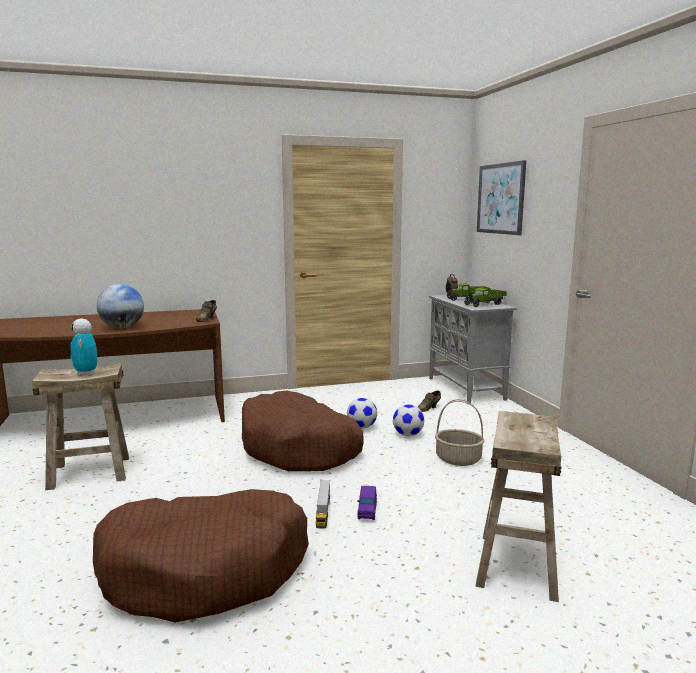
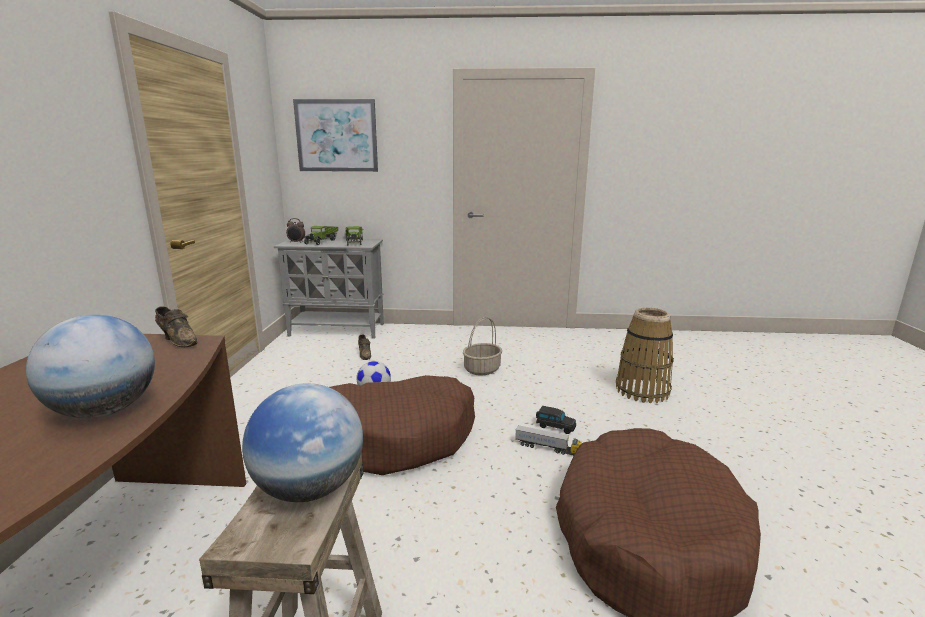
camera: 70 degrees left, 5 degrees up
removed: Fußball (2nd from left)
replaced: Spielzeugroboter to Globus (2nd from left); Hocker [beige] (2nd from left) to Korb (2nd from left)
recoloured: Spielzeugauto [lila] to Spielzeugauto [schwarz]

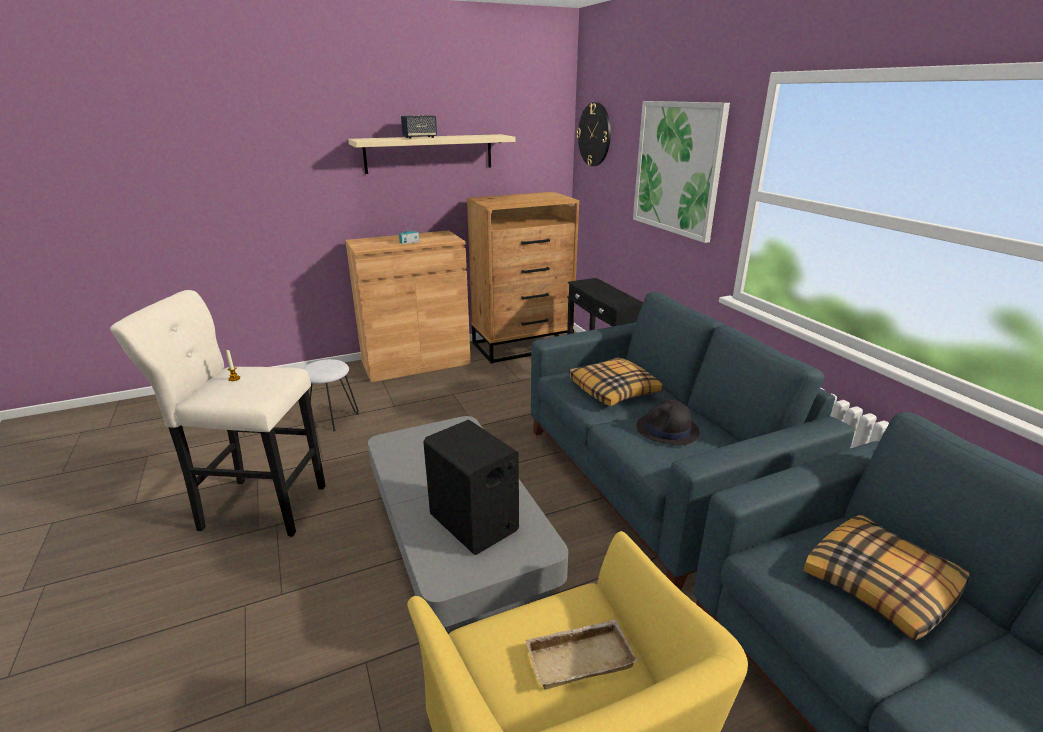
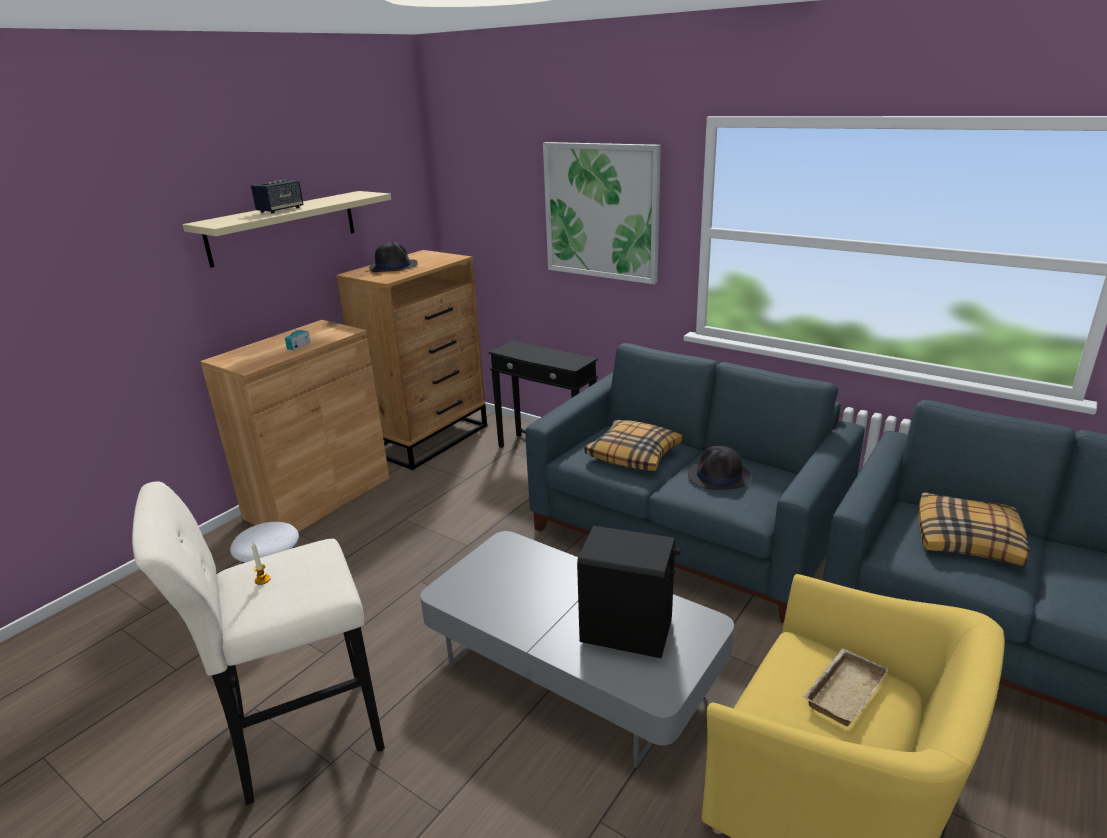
camera: 30 degrees left, 0 degrees up
removed: Wanduhr
added: Hut [schwarz] (1st from left)

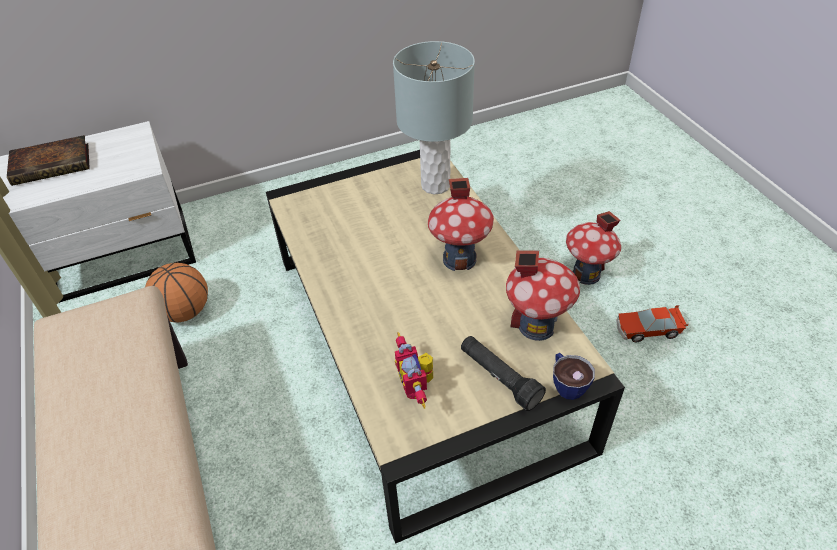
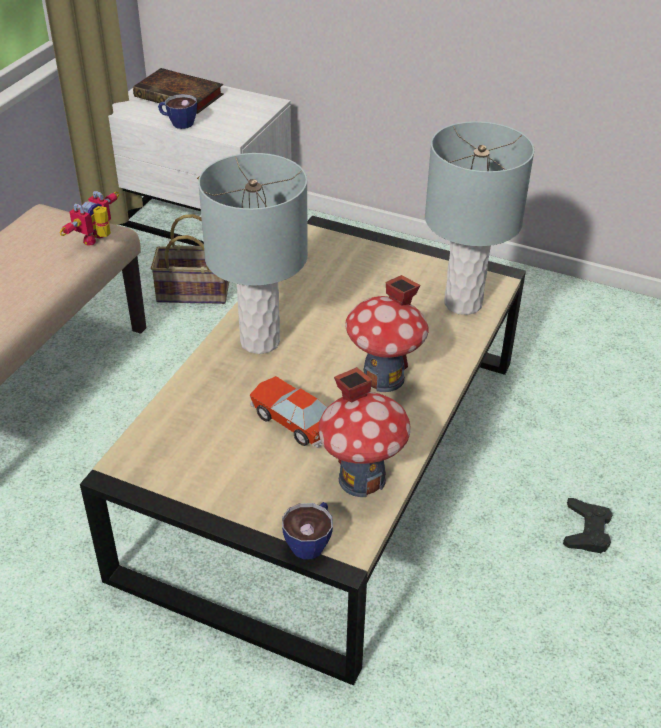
camera: 45 degrees right, 5 degrees down
removed: Taschenlampe [schwarz]
added: Tasse (1st from left); Tischlampe [grau] (1st from left)
moved: Spielzeugroboter; Spielzeugauto
replaced: Basketball to Korb; Spielzeughaus (3rd from left) to Gamepad [schwarz]

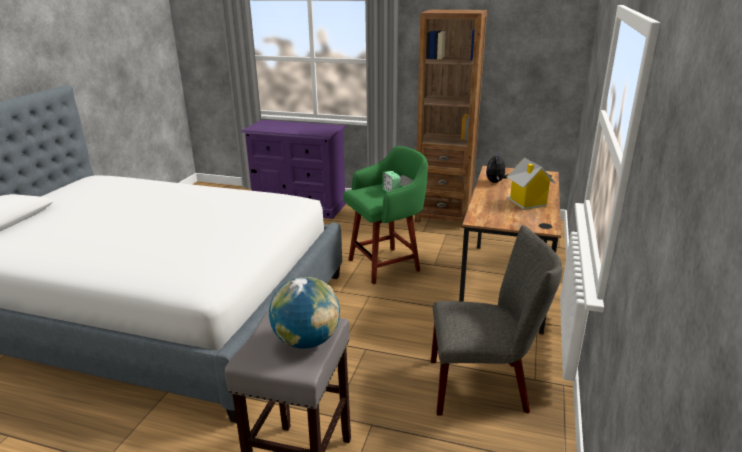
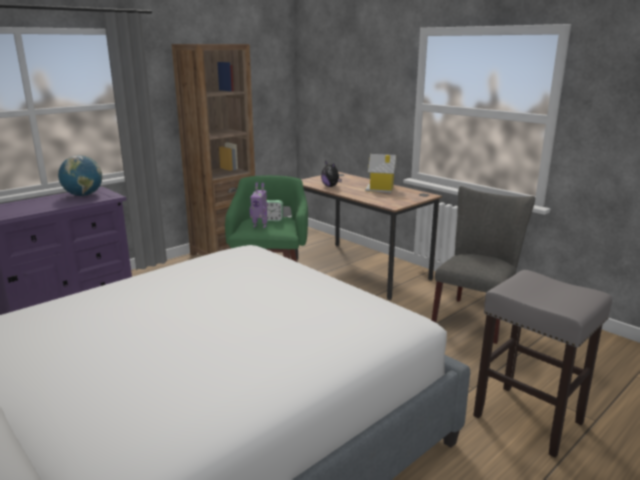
camera: 60 degrees left, 5 degrees down
added: Spielzeugroboter
moved: Globus

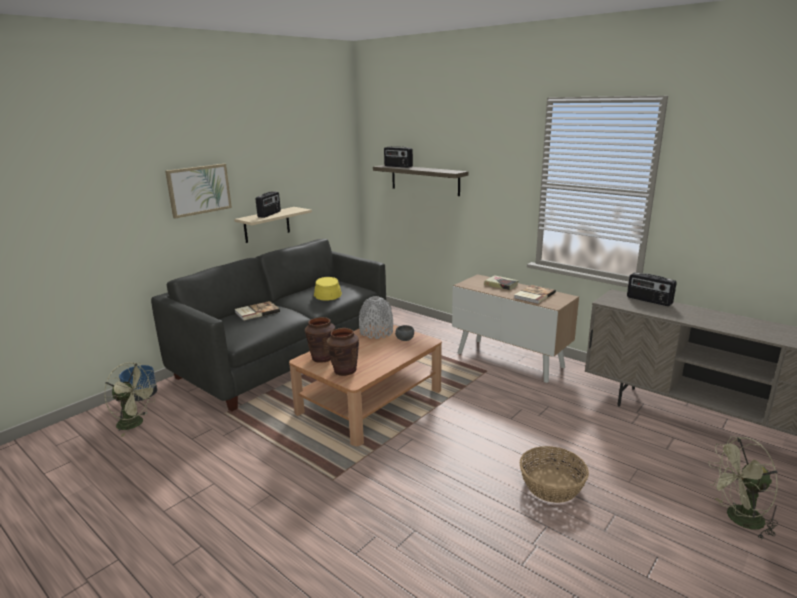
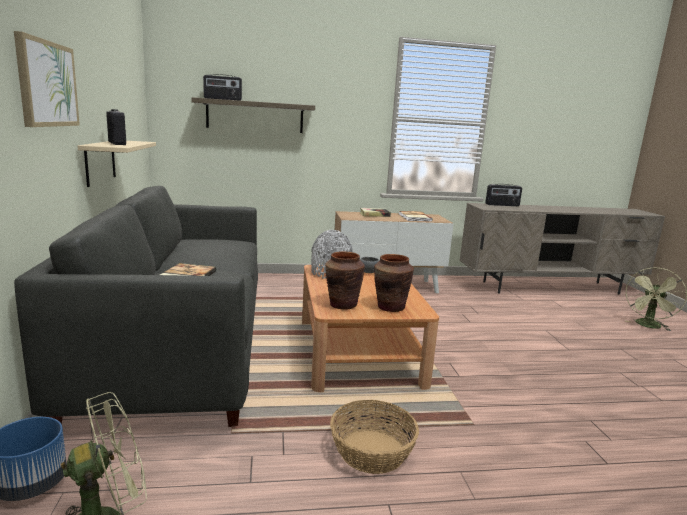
camera: 50 degrees left, 5 degrees down
removed: Hut [gelb]
moved: Korb

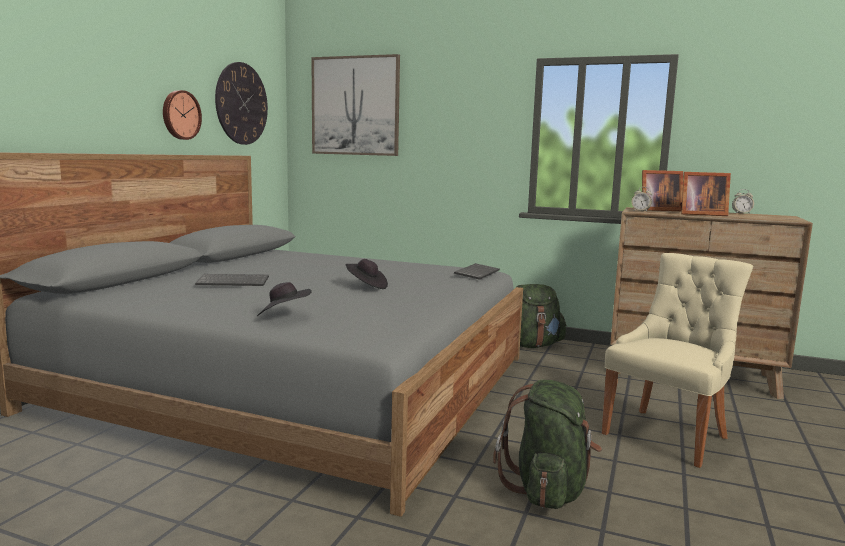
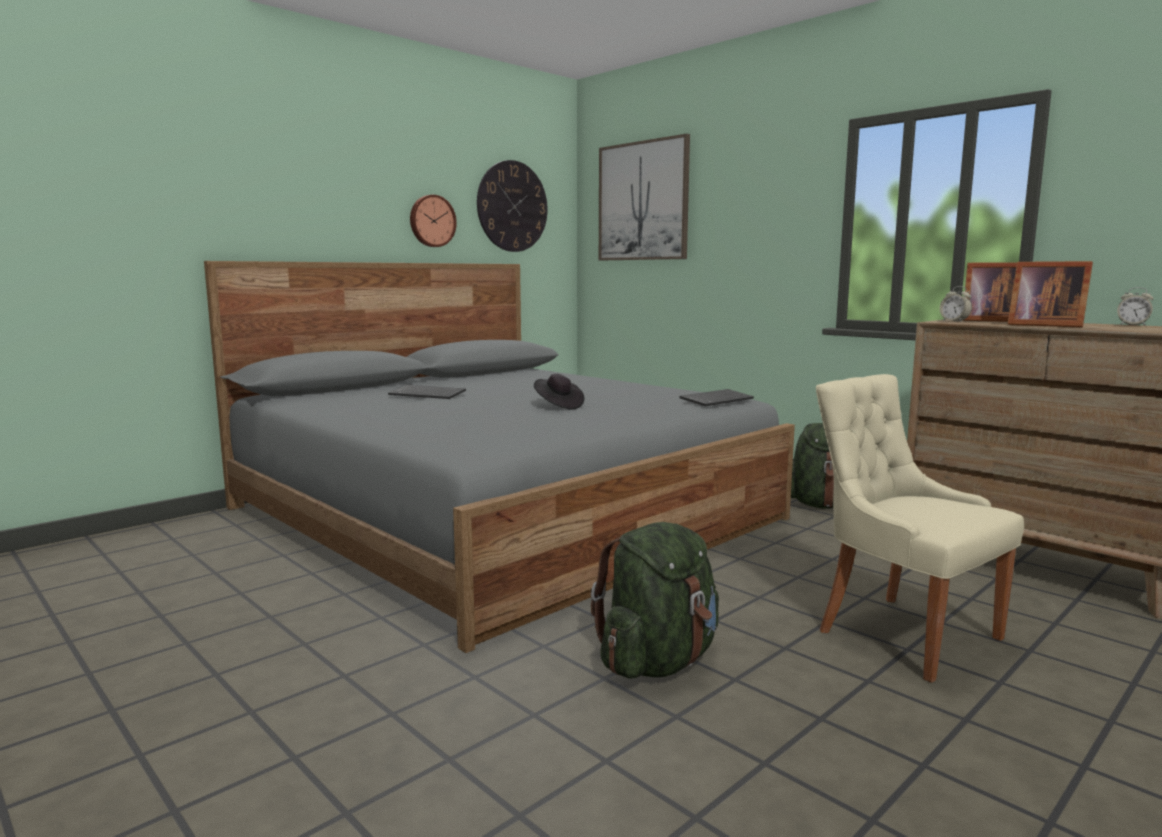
camera: 25 degrees right, 0 degrees up
removed: Hut [schwarz] (1st from left)
turned: Stuhl [beige] 105 degrees counterclockwise

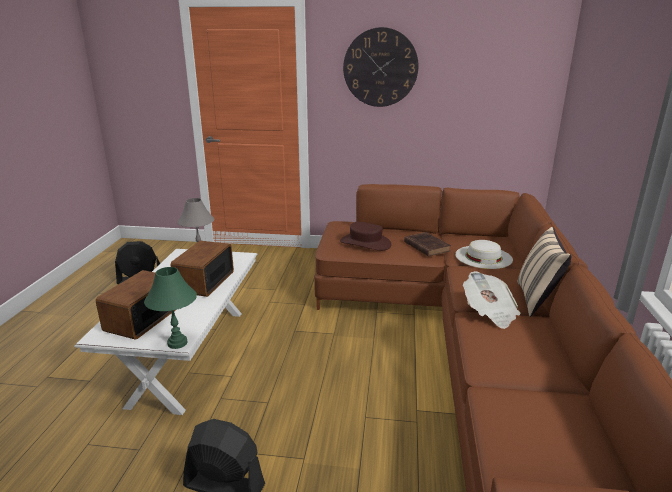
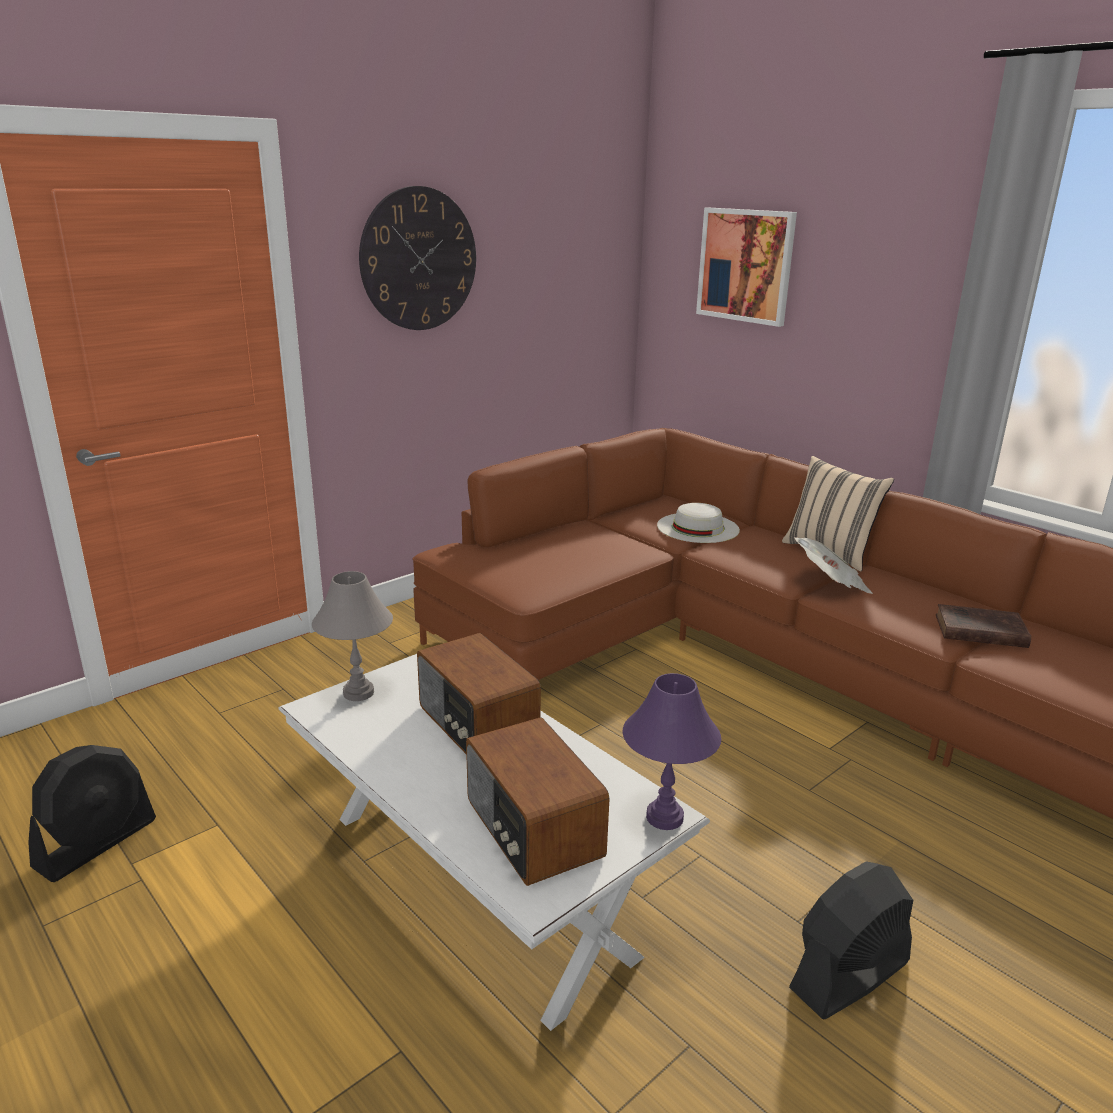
camera: 50 degrees left, 0 degrees up
removed: Hut [braun]
added: Bild
moved: Buch [braun]
recoloured: Tischlampe [grün] to Tischlampe [lila]

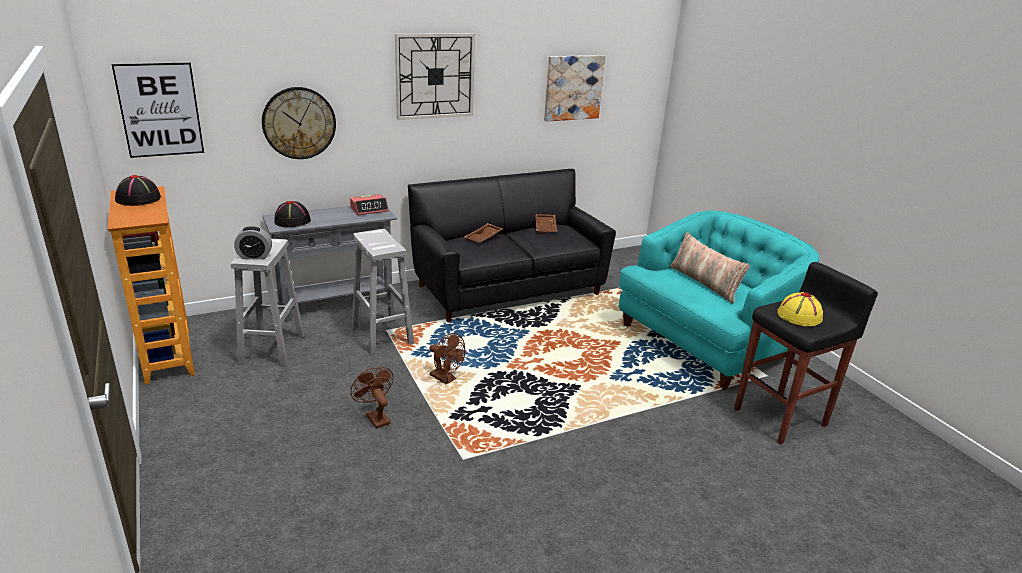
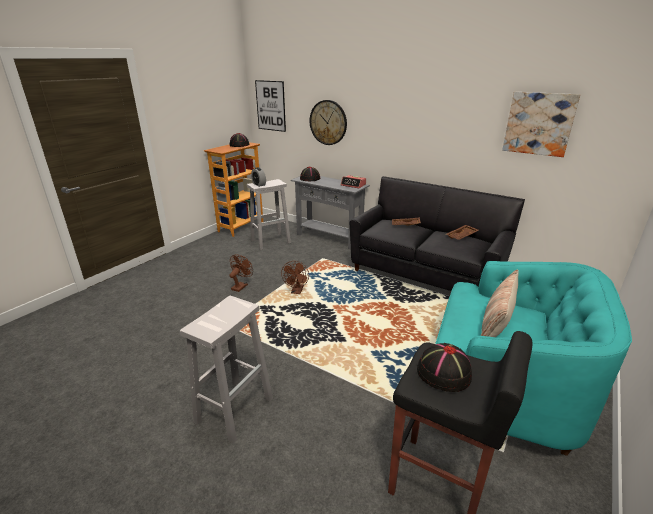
camera: 60 degrees right, 0 degrees up
removed: Wanduhr (2nd from left)
moved: Hocker [weiß] (2nd from left in the first image) to Hocker [weiß] (1st from left)
recoloured: Hut [gelb] to Hut [schwarz] (3rd from left)

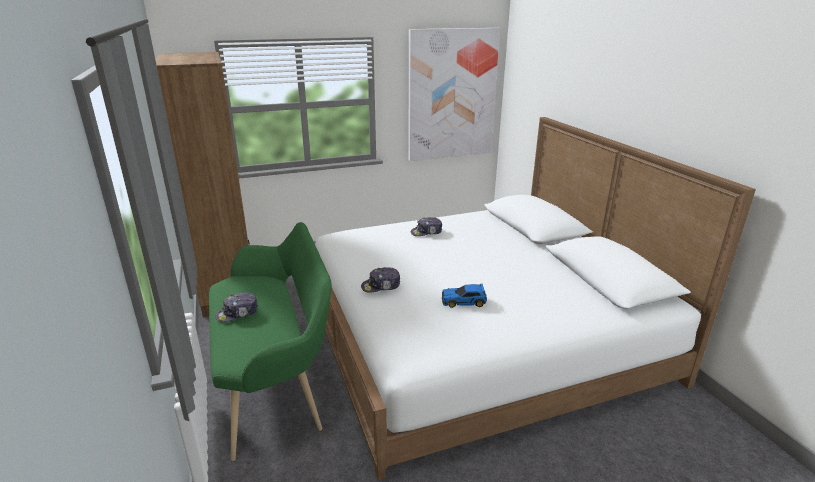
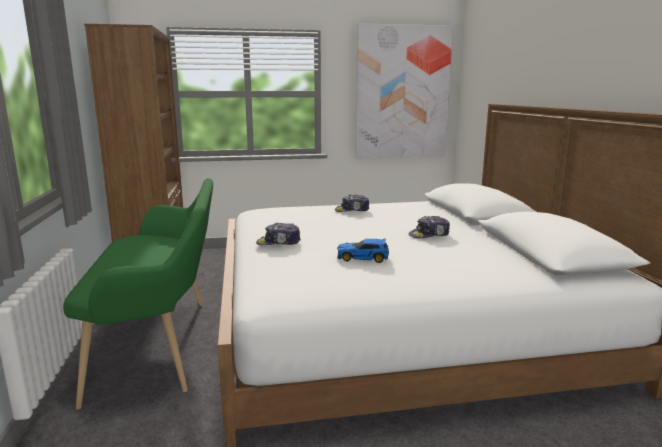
camera: 10 degrees right, 10 degrees down
moved: Kappe (1st from left in the first image) to Kappe (3rd from left)

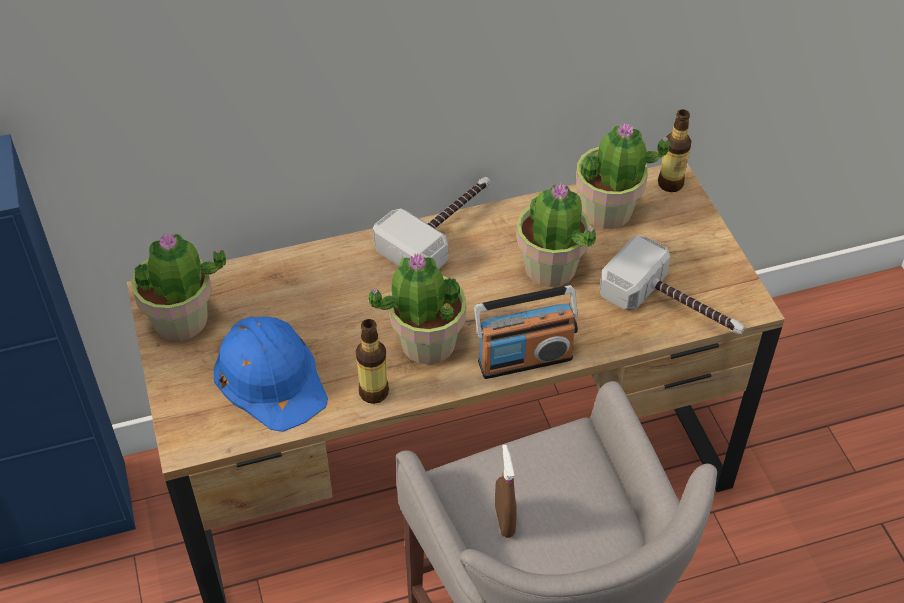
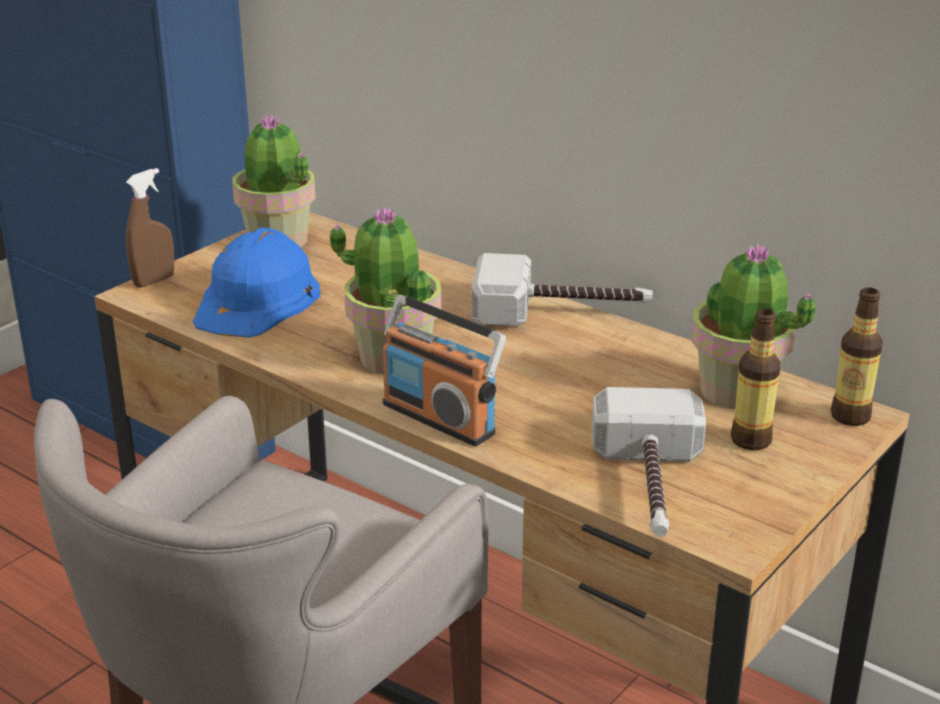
camera: 55 degrees right, 20 degrees down
removed: Topfpflanze (3rd from left)
moved: Flasche (1st from left); Sprühflasche [braun]

